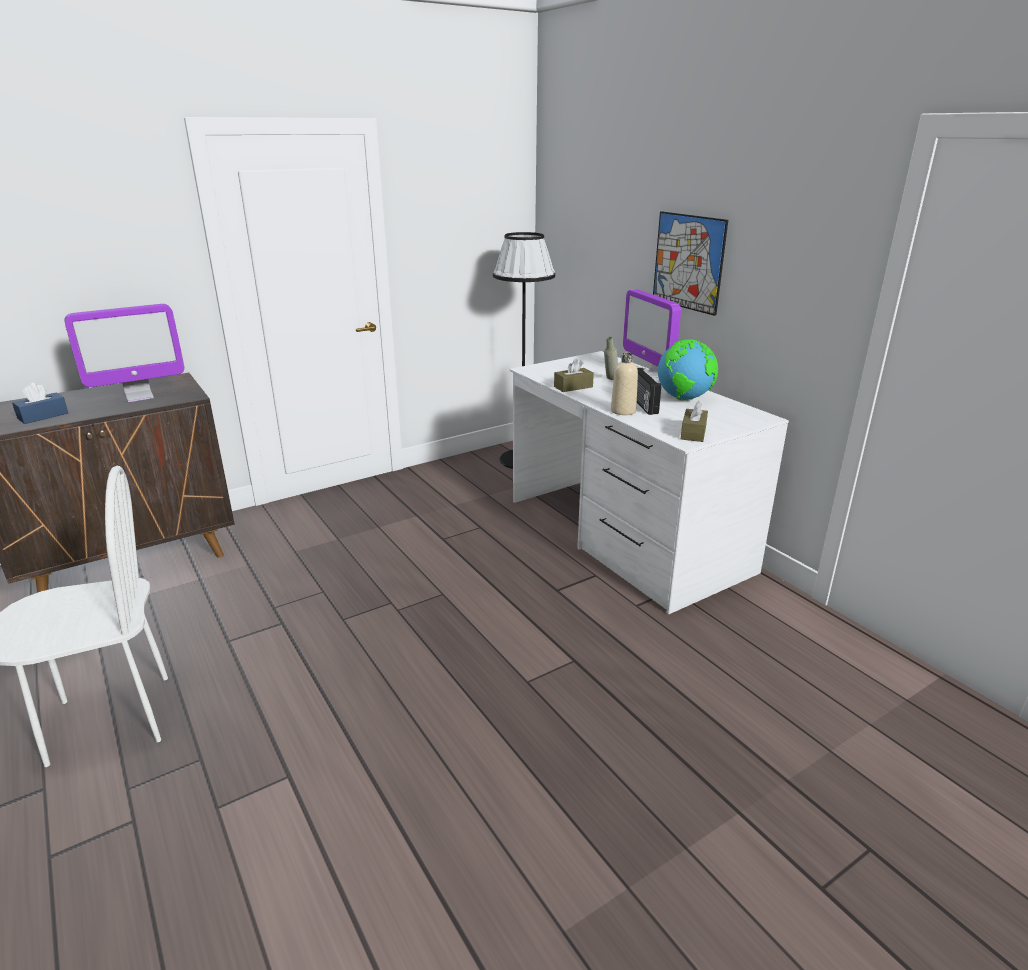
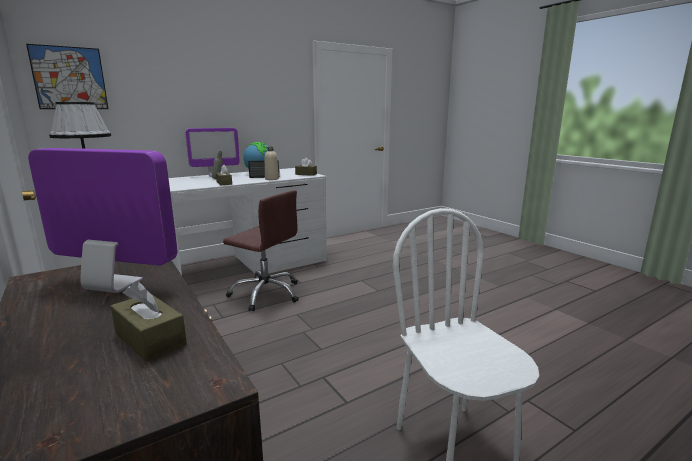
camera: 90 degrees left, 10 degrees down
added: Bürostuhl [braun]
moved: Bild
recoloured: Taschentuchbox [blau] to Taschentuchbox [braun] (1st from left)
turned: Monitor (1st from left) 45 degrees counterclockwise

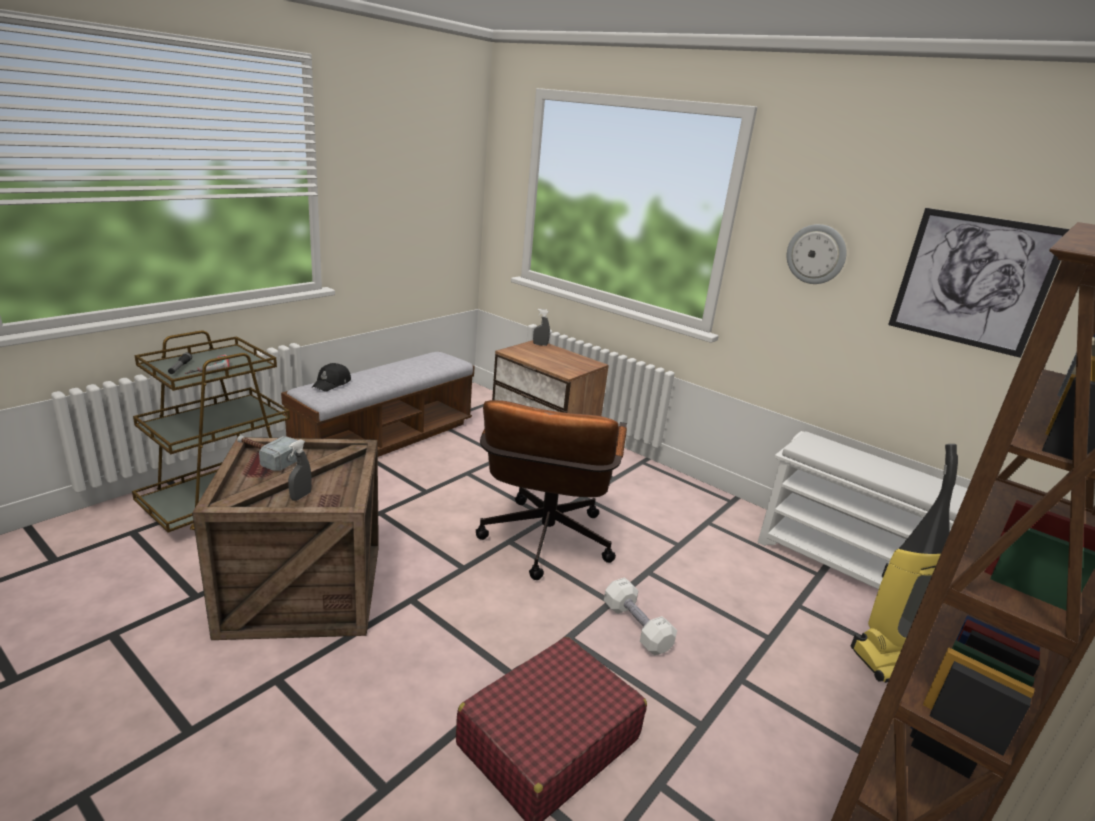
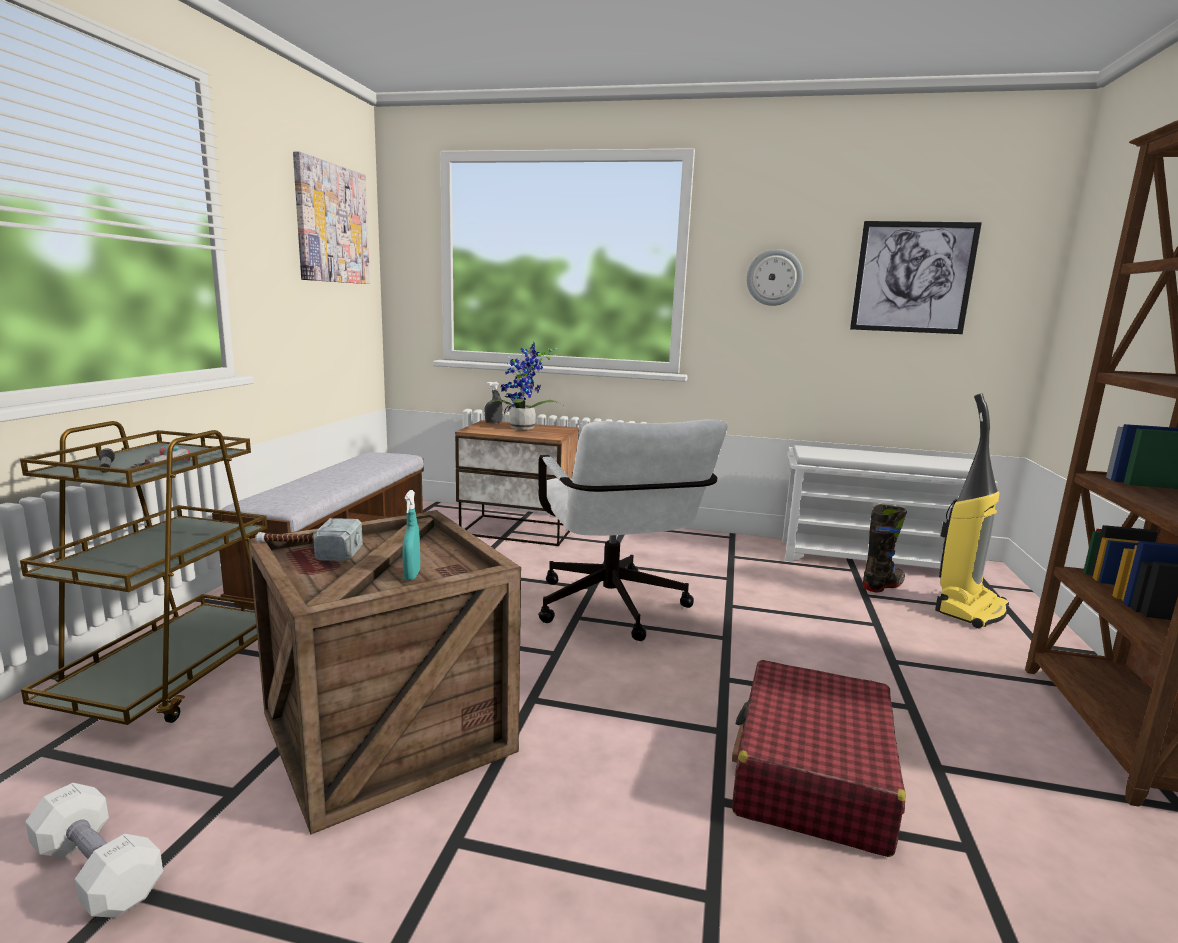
camera: 25 degrees left, 10 degrees down
removed: Kappe [schwarz]
added: Bild (1st from left); Topfpflanze; Stiefel [schwarz]
moved: Hantel [weiß]
recoloured: Sprühflasche [grau] (1st from left) to Sprühflasche [türkis]; Bürostuhl [braun] to Bürostuhl [weiß]

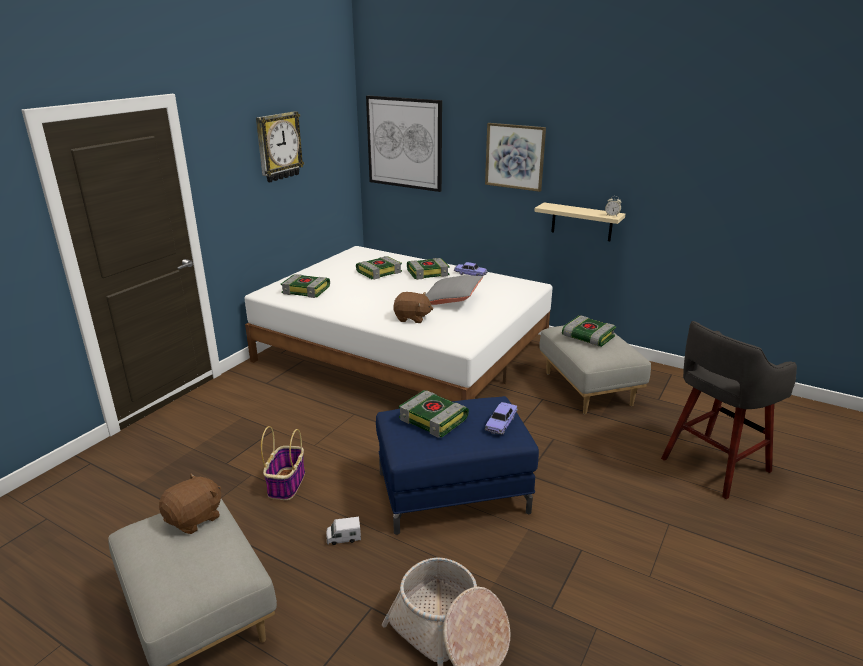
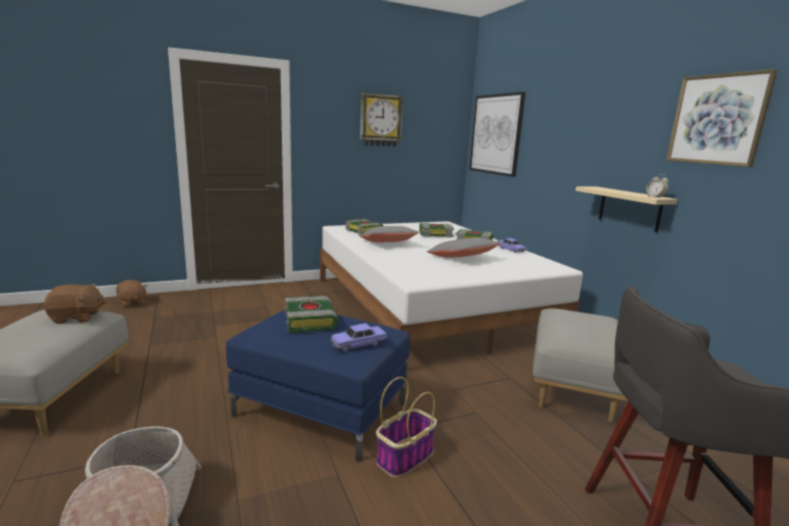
camera: 35 degrees right, 10 degrees down
removed: Spielzeuglaster; Buch (5th from left)
added: Kissen [grau] (1st from left)
moved: Korb (1st from left in the first image) to Korb (2nd from left); Plüschtier [braun] (2nd from left); Bild (2nd from left)

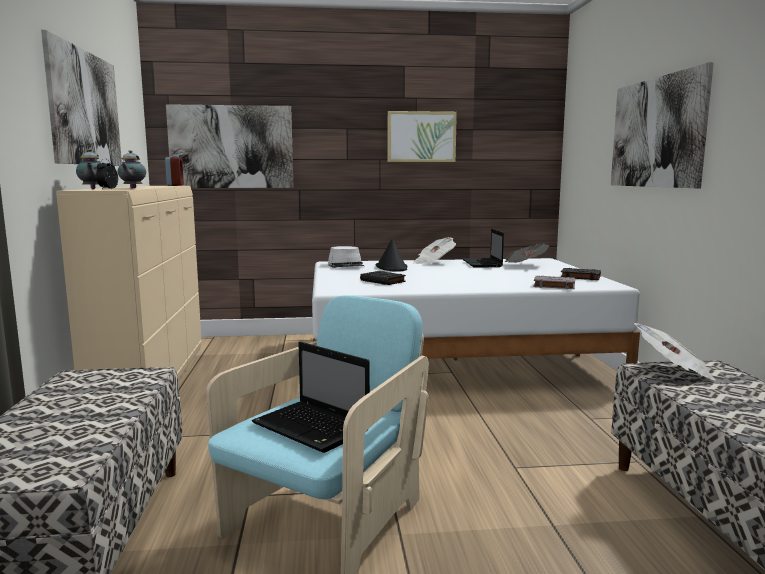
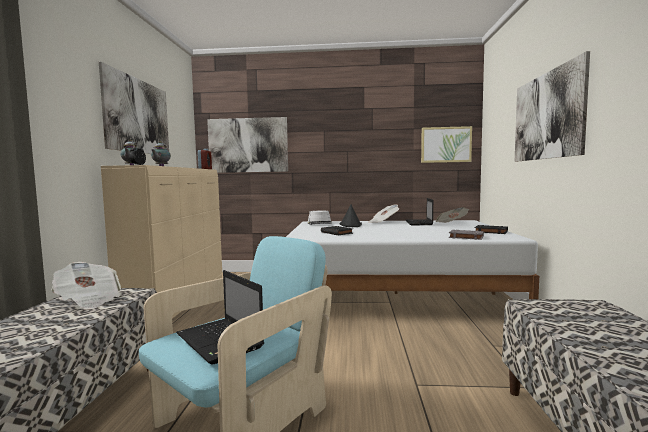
camera: 10 degrees right, 5 degrees down
moved: Bild (3rd from left); Zeitung (3rd from left in the first image) to Zeitung (1st from left)

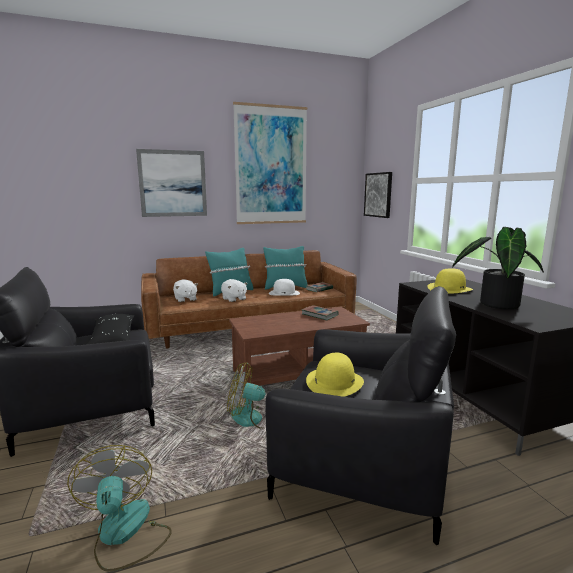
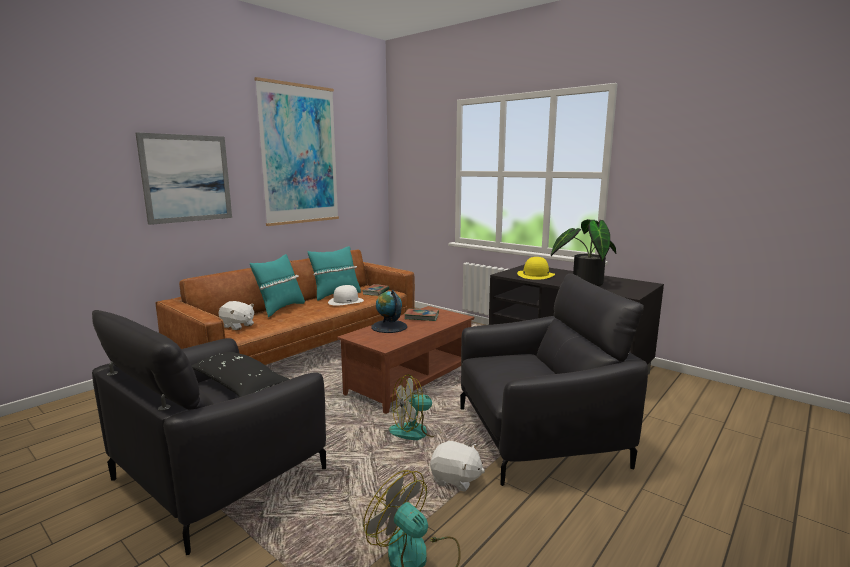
camera: 30 degrees left, 0 degrees up
removed: Hut [gelb] (1st from left); Bild (3rd from left)
added: Globus
moved: Plüschtier [weiß] (2nd from left)

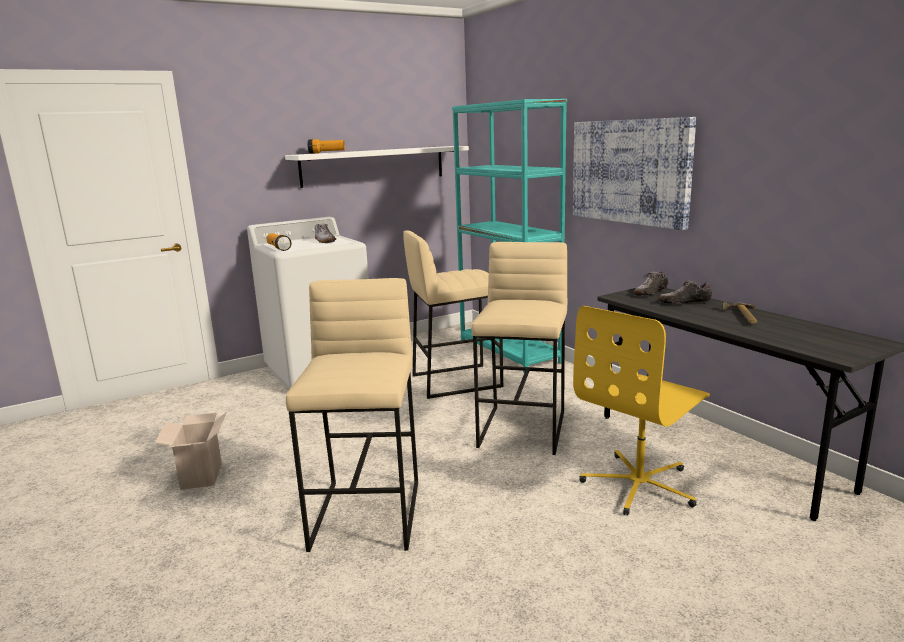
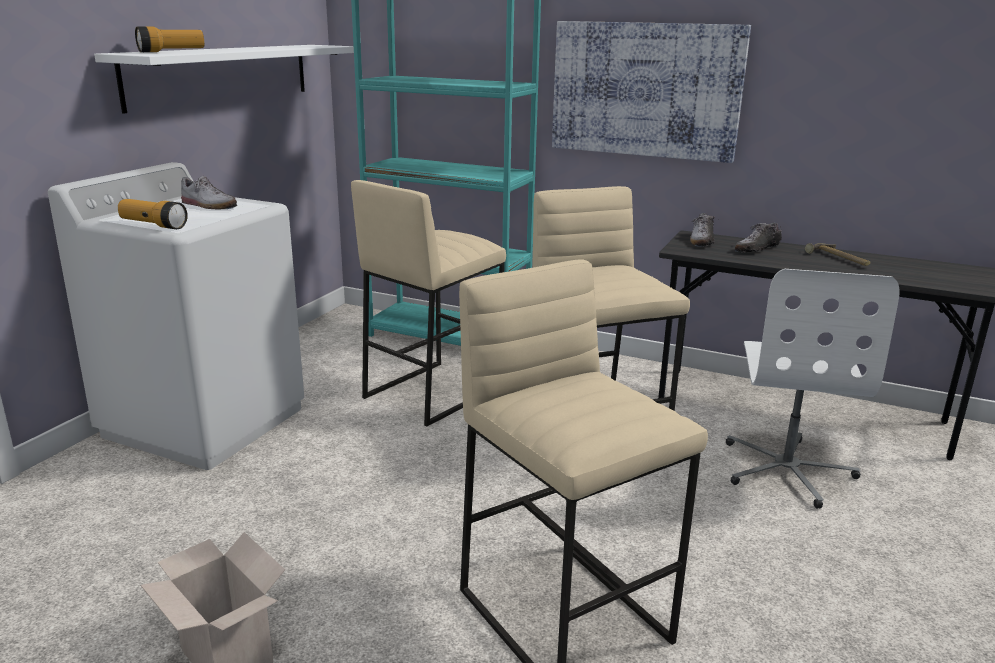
camera: 35 degrees left, 5 degrees up
recoloured: Bürostuhl [gelb] to Bürostuhl [weiß]

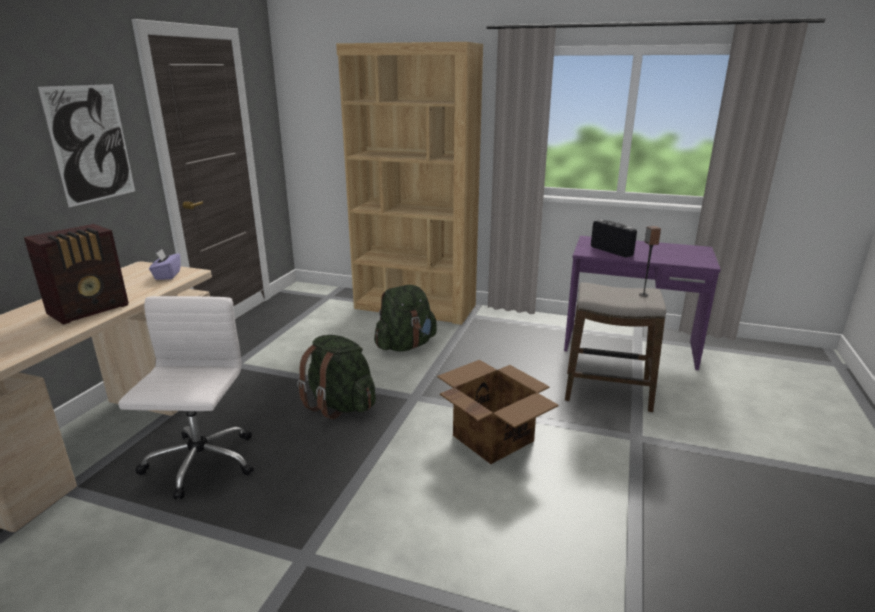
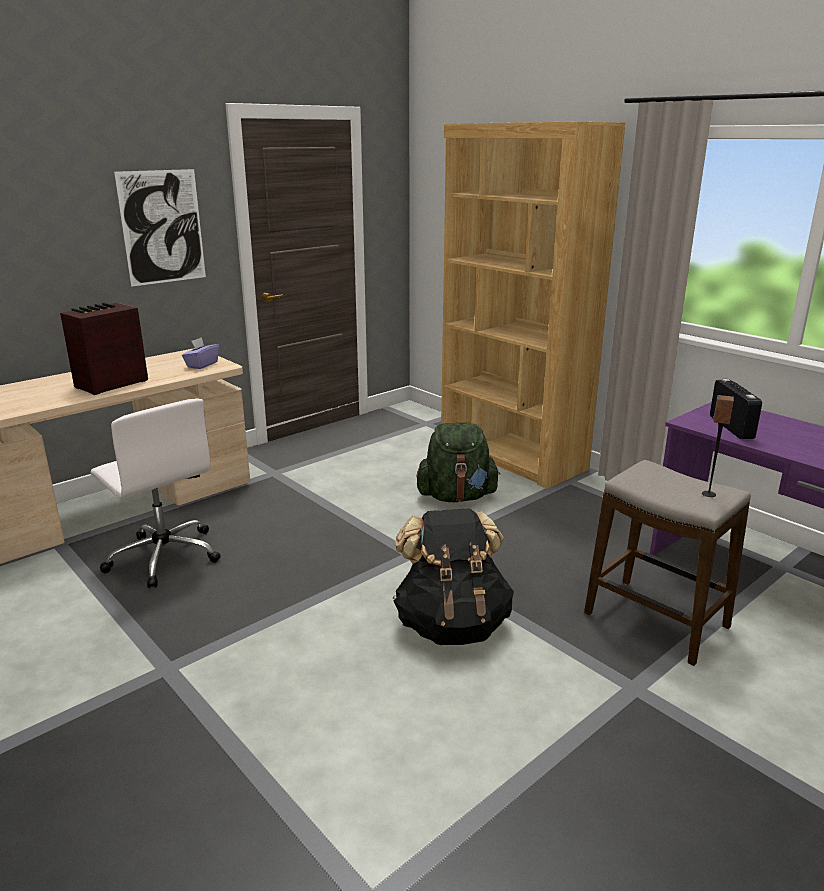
camera: 30 degrees right, 0 degrees up
removed: Rucksack [grün] (1st from left)
replaced: Karton to Rucksack [schwarz]
turned: Radio (1st from left) 150 degrees clockwise; Bürostuhl [weiß] 105 degrees clockwise

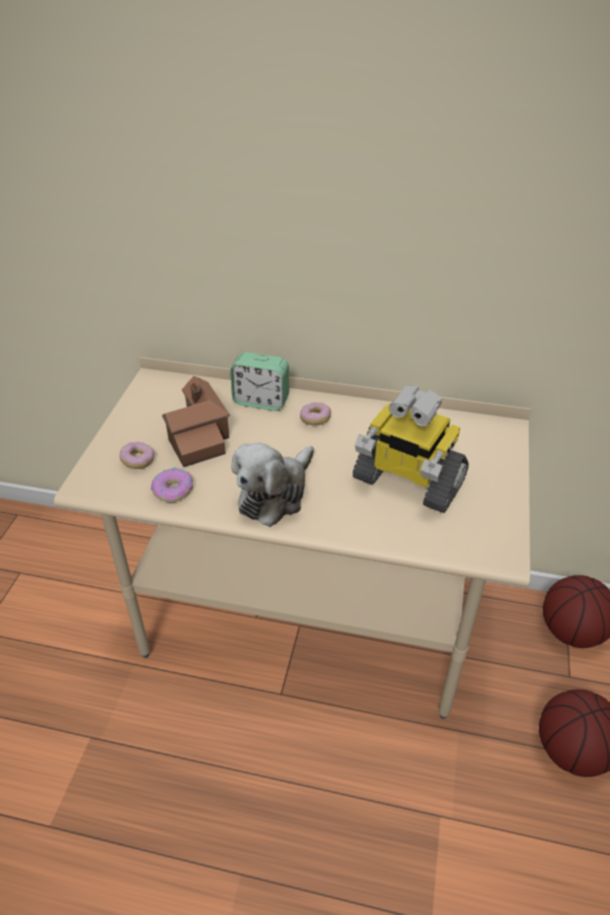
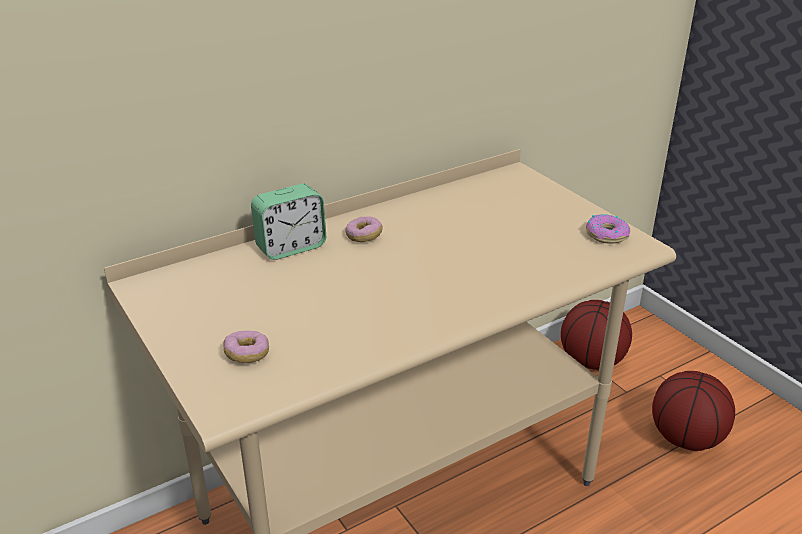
camera: 45 degrees left, 10 degrees down
removed: Spielzeughaus; Plüschtier; Spielzeugroboter
moved: Donut (2nd from left in the first image) to Donut (3rd from left)

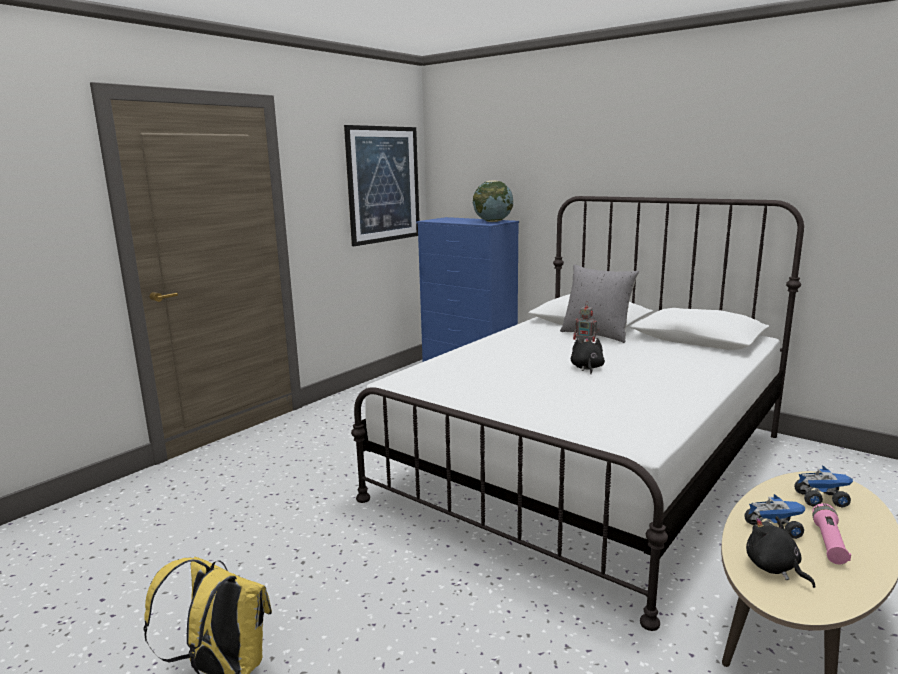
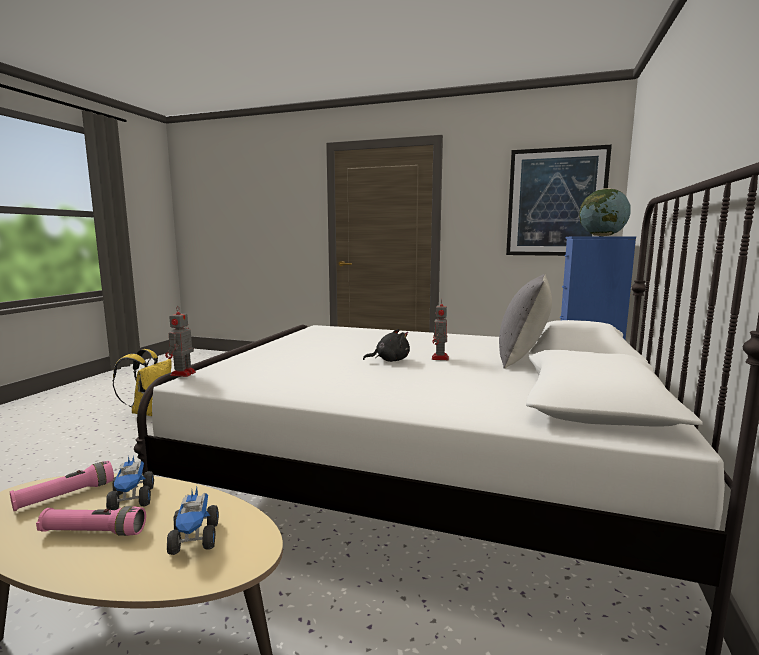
camera: 70 degrees right, 5 degrees down
added: Spielzeugroboter (1st from left)
replaced: Plüschtier [schwarz] (2nd from left) to Taschenlampe [rosa] (1st from left)

